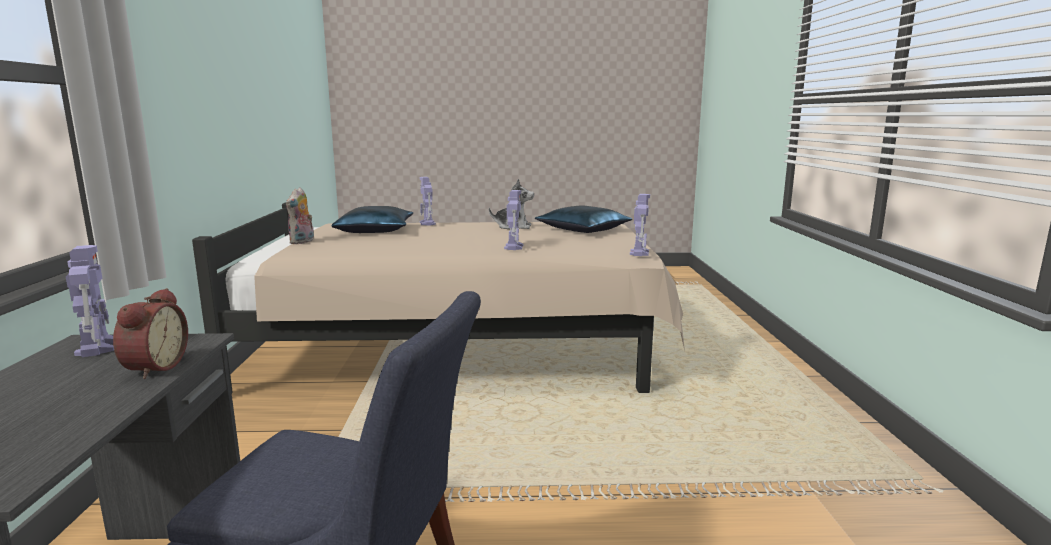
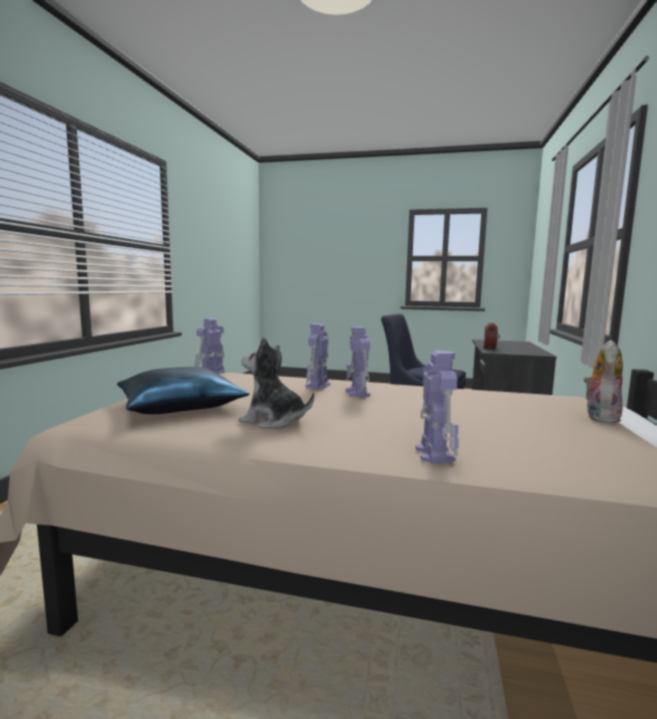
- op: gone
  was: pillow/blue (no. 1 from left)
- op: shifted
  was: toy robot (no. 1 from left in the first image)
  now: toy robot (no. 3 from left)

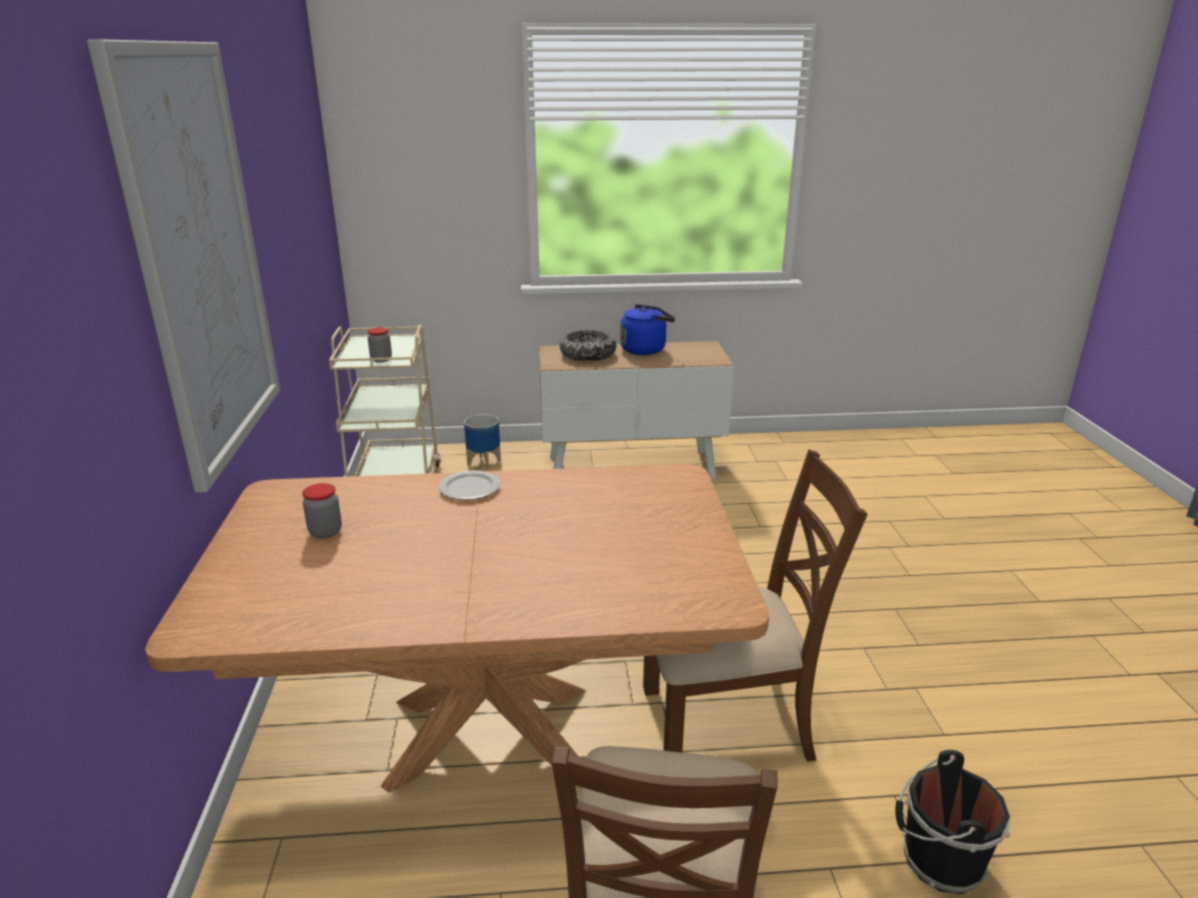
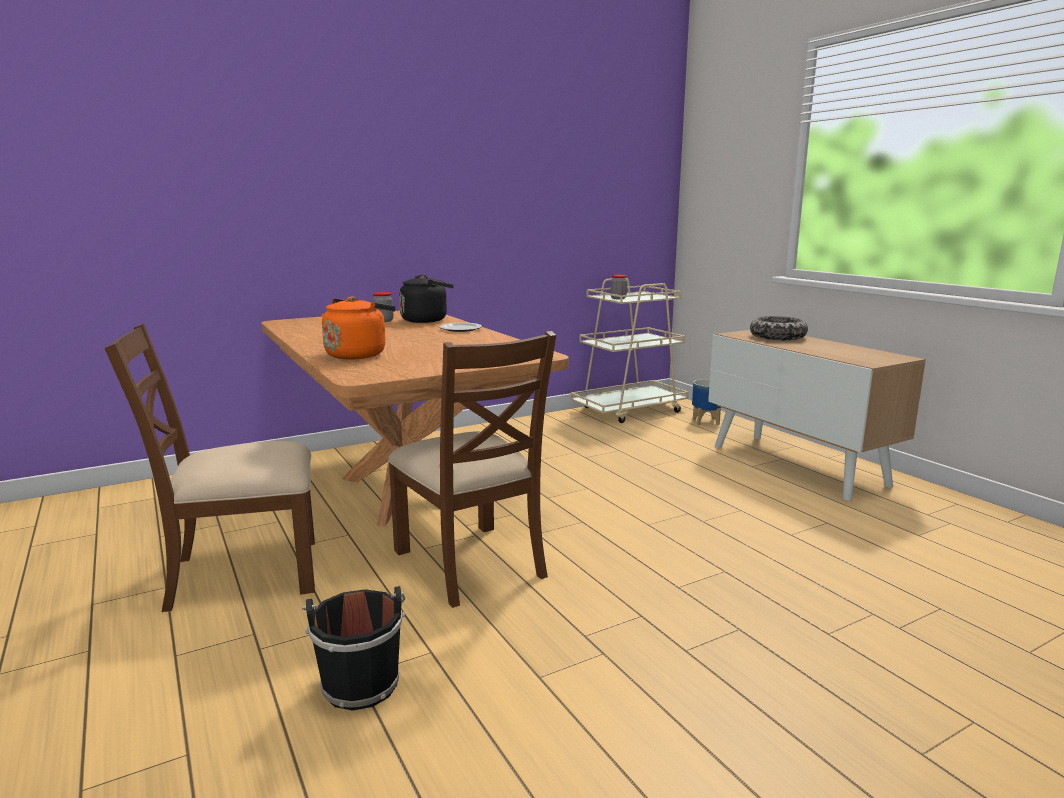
- op: gone
  was: picture
- op: gone
  was: kettle/blue
- op: new
  now: kettle/orange
- op: new
  now: kettle/black

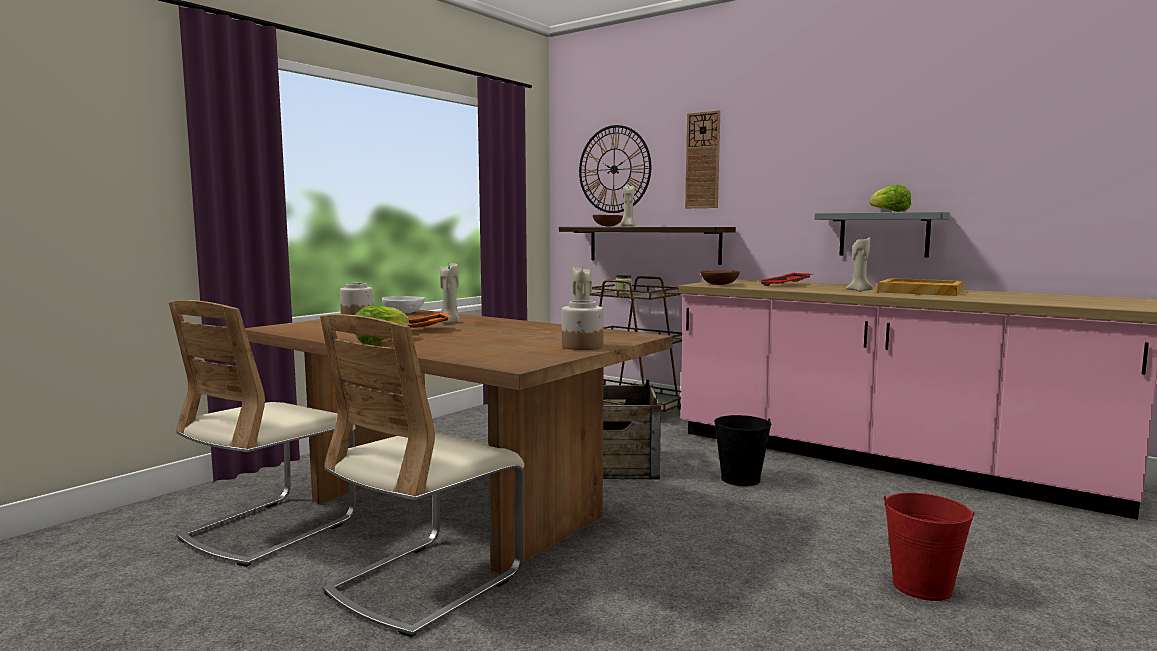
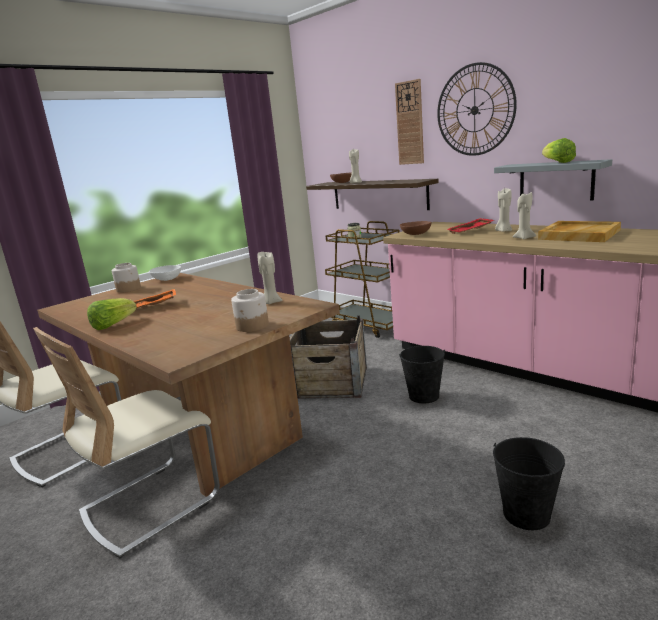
- op: shifted
  was: candle/beige (no. 1 from left in the first image)
  now: candle/beige (no. 3 from left)
- op: shifted
  was: wall clock (no. 1 from left in the first image)
  now: wall clock (no. 2 from left)
- op: repainted
  was: bucket/red
  now: bucket/black (no. 2 from left)

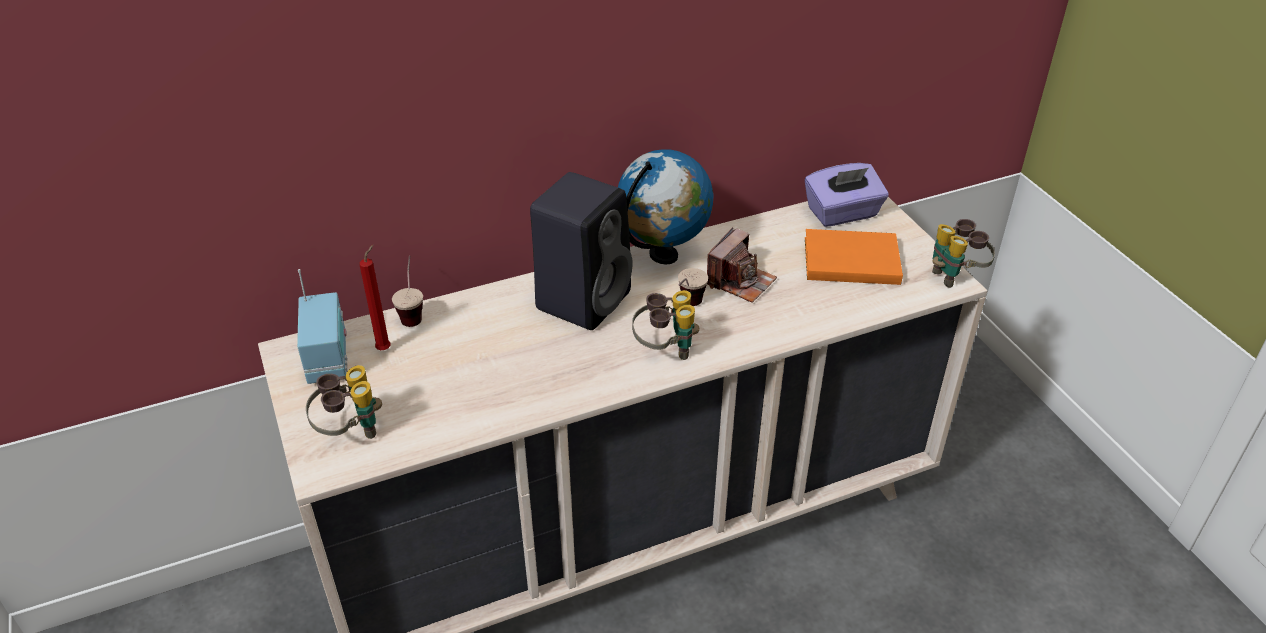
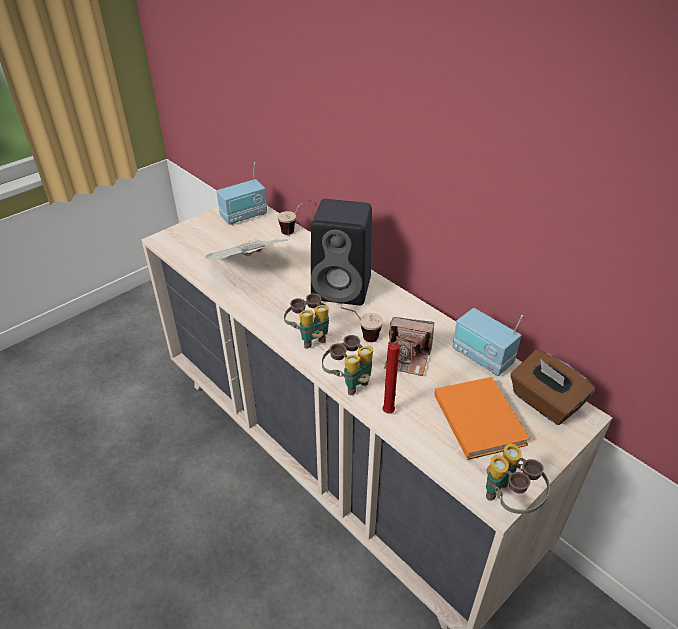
- op: gone
  was: globe
- op: new
  now: newspaper
- op: new
  now: radio (no. 2 from left)
- op: shifted
  was: binoculars (no. 1 from left in the first image)
  now: binoculars (no. 2 from left)
- op: shifted
  was: candle/red
- op: repainted
  was: tissue box/purple
  now: tissue box/brown

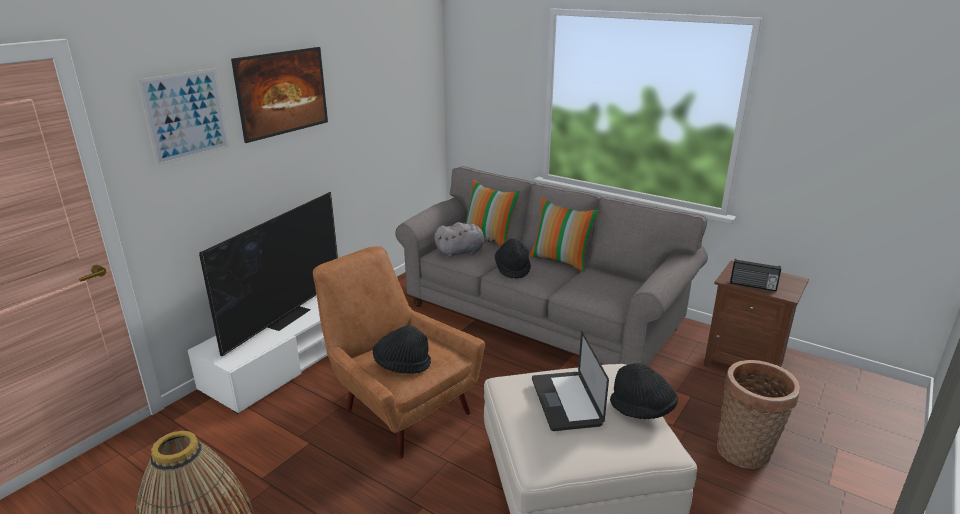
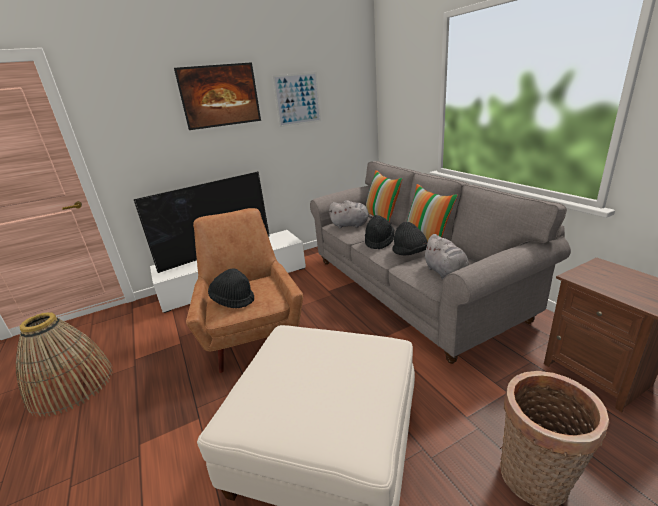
- op: gone
  was: laptop
- op: gone
  was: radio
- op: new
  now: plush toy/grey (no. 2 from left)
- op: shifted
  was: picture (no. 1 from left in the first image)
  now: picture (no. 2 from left)
- op: shifted
  was: hat/black (no. 3 from left)

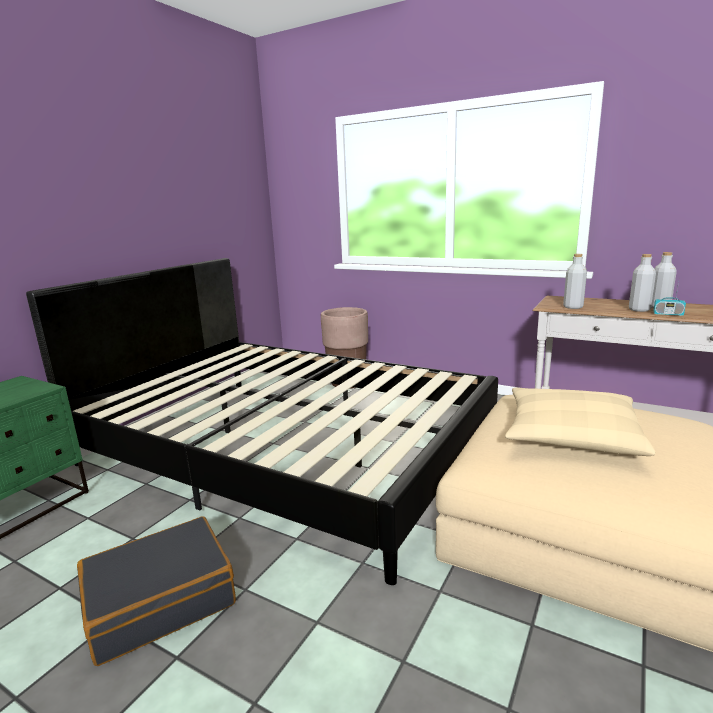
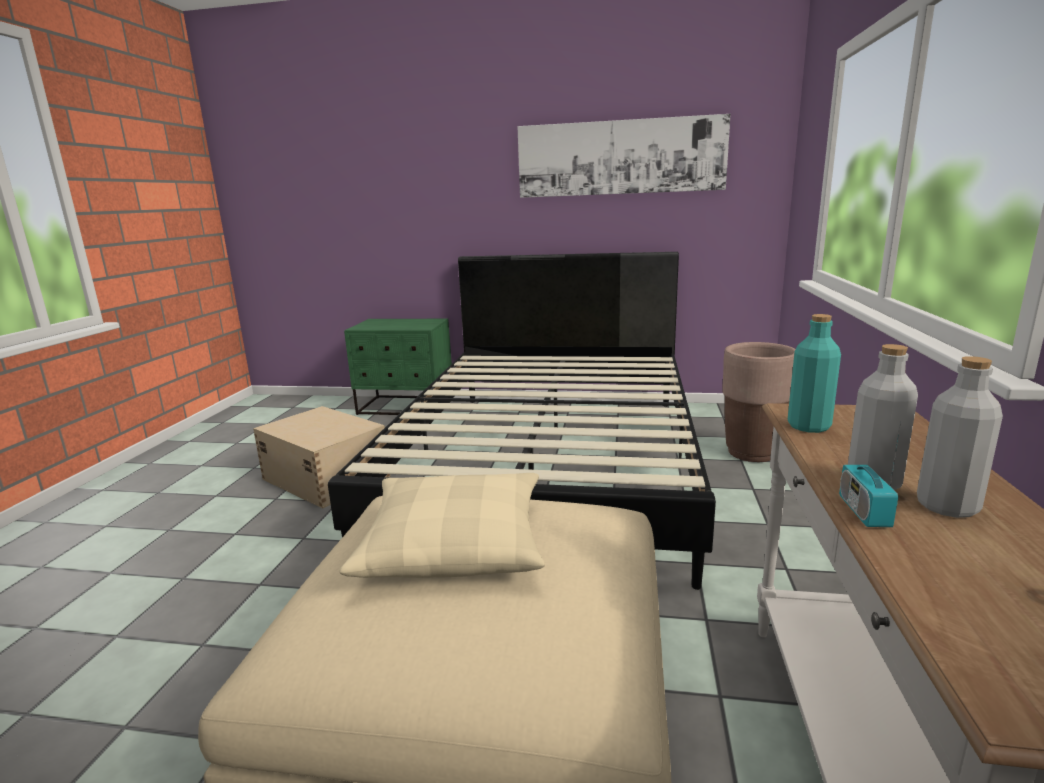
- op: new
  now: picture
- op: swapped
  was: suitcase/black
  now: storage box/beige
- op: repainted
  was: bottle/grey (no. 1 from left)
  now: bottle/turquoise

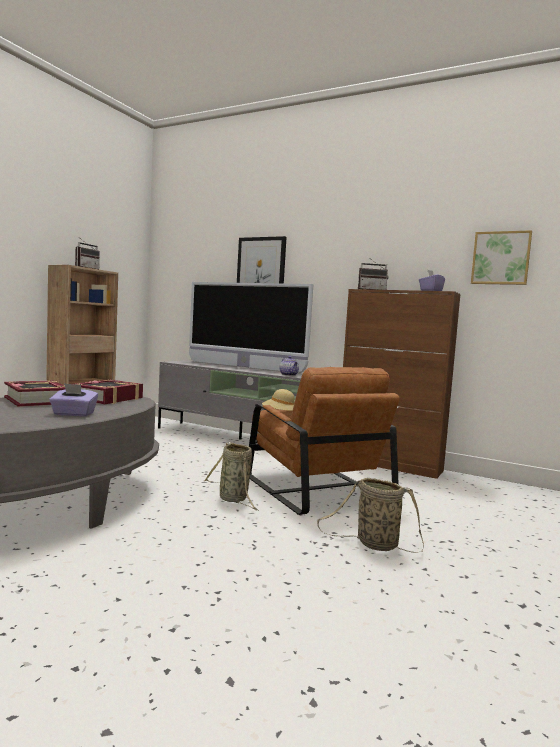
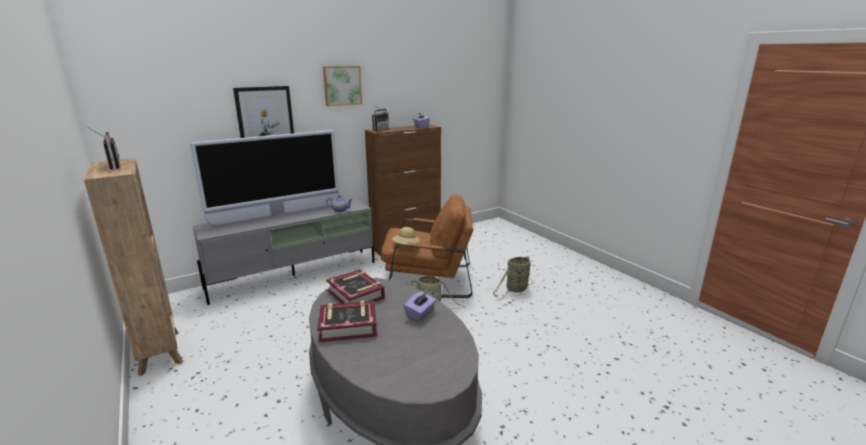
- op: shifted
  was: picture (no. 2 from left)

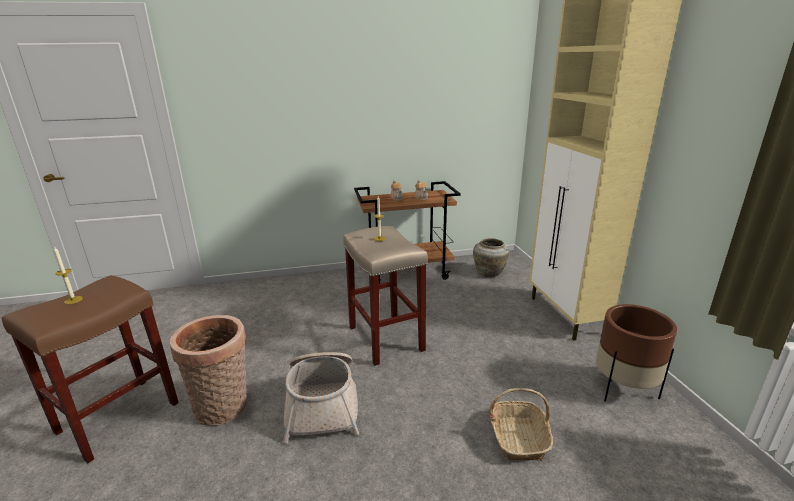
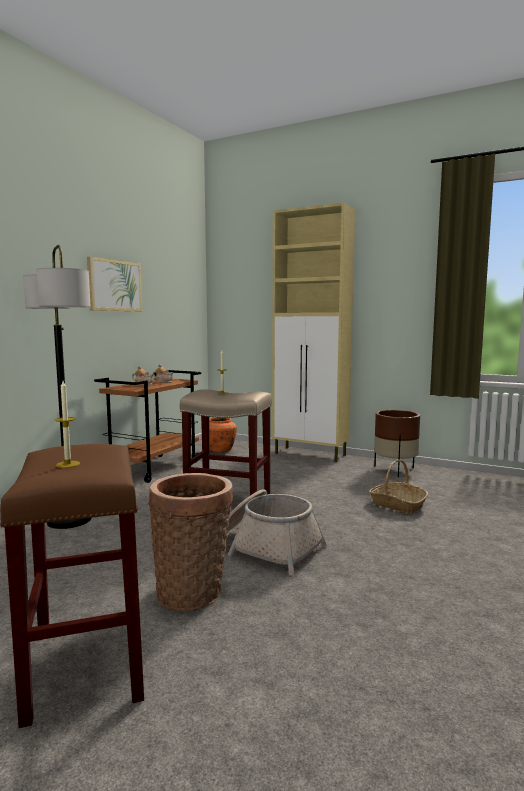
- op: new
  now: floor lamp
- op: new
  now: picture
- op: repainted
  was: vase/beige
  now: vase/orange

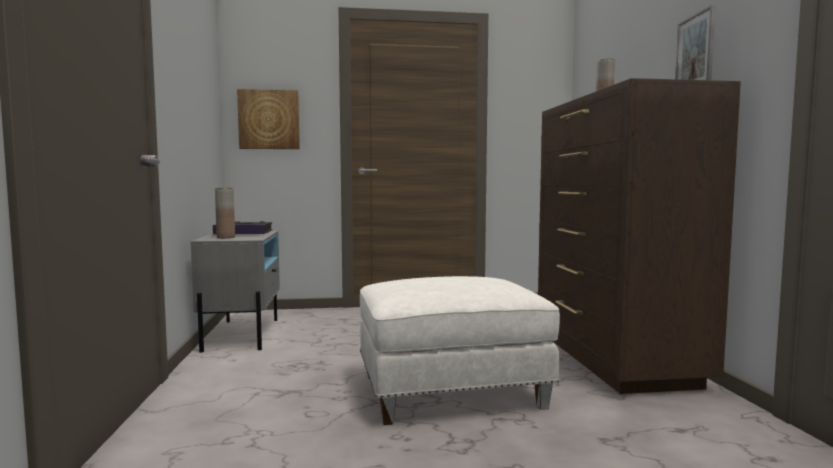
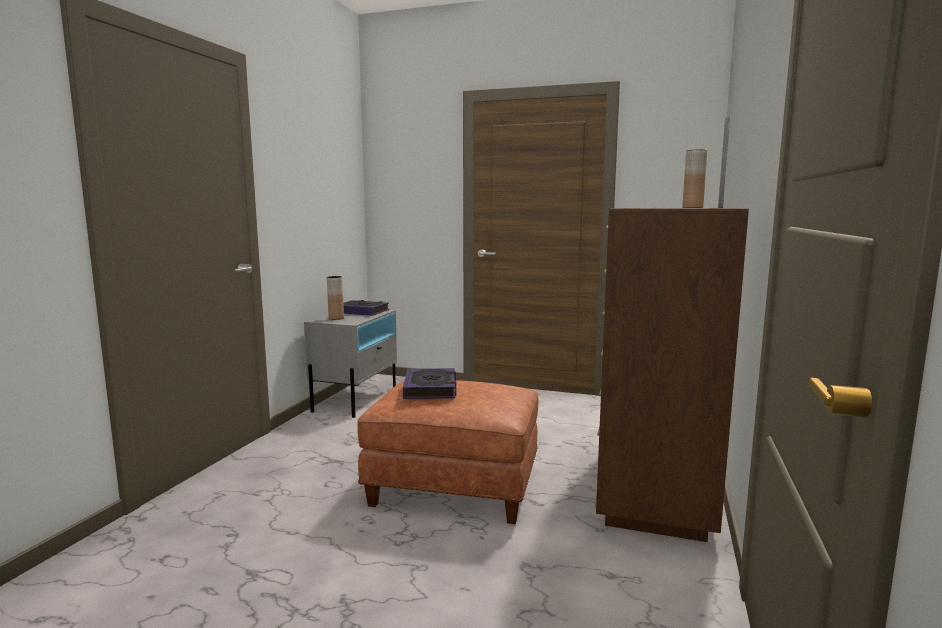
- op: gone
  was: picture
- op: new
  now: book (no. 2 from left)
- op: repainted
  was: ottoman/white
  now: ottoman/brown

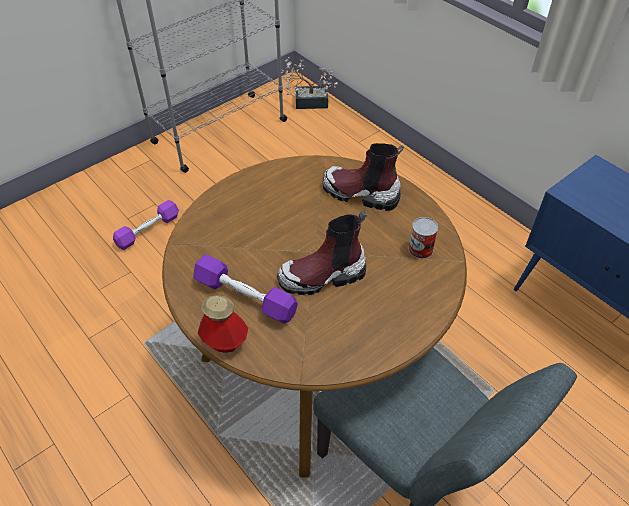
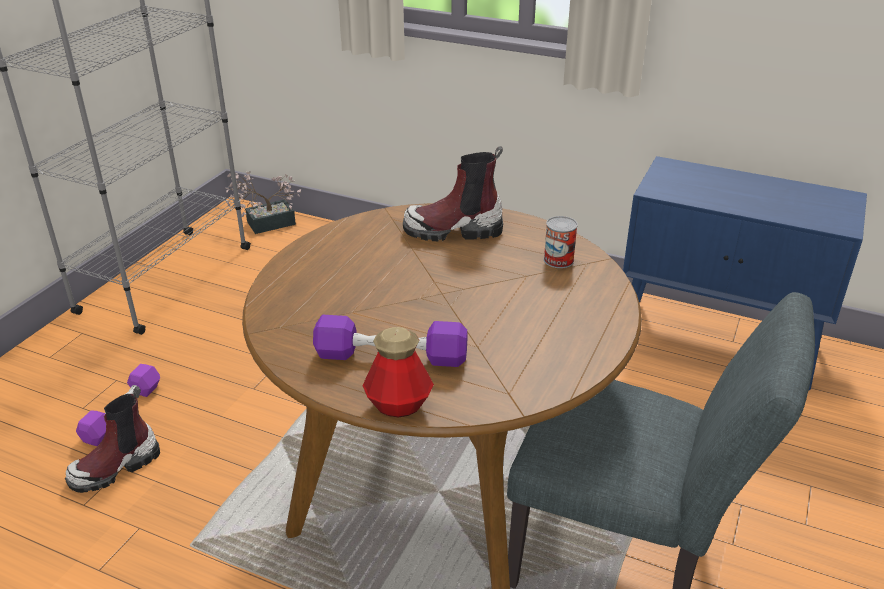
- op: shifted
  was: boot (no. 1 from left)

